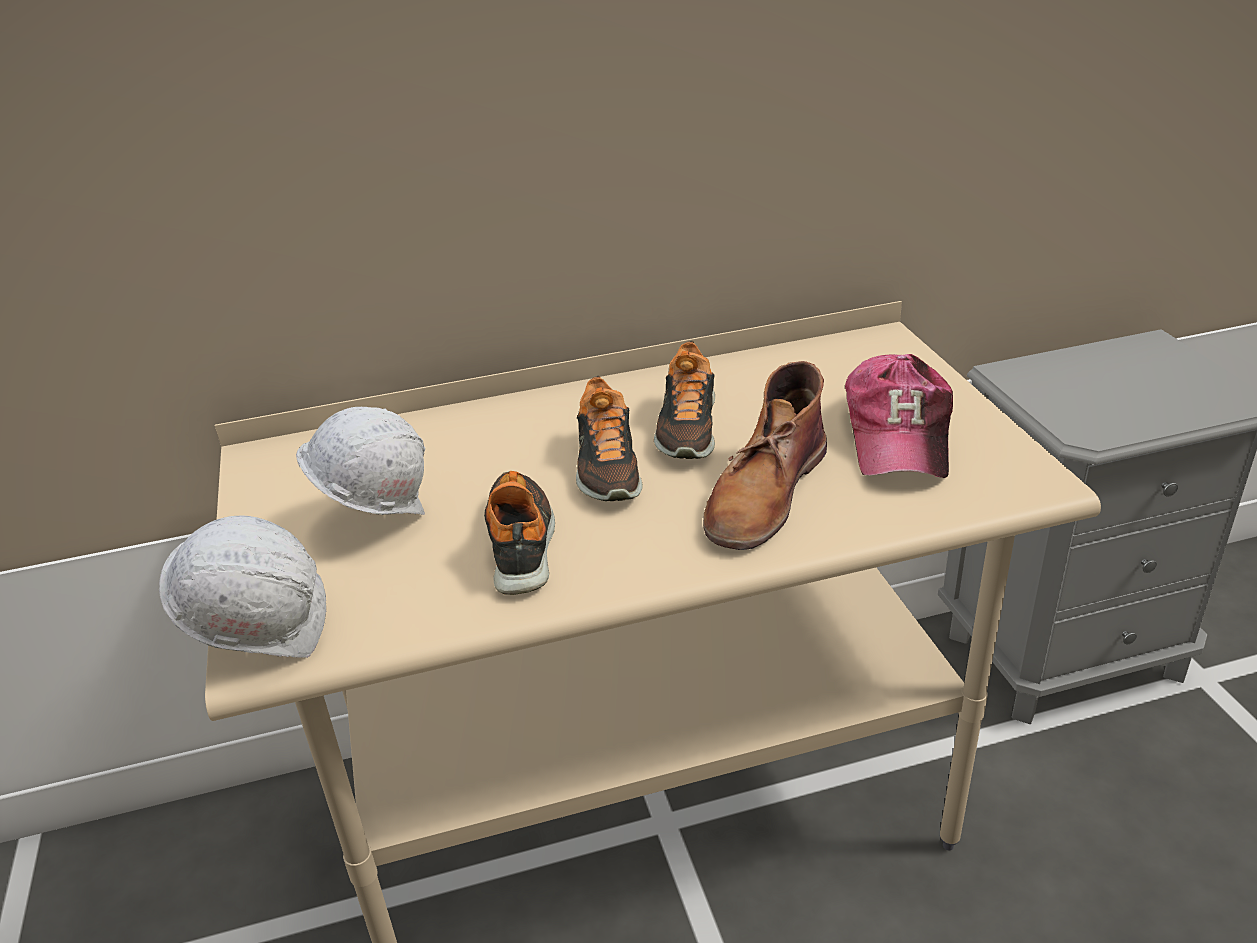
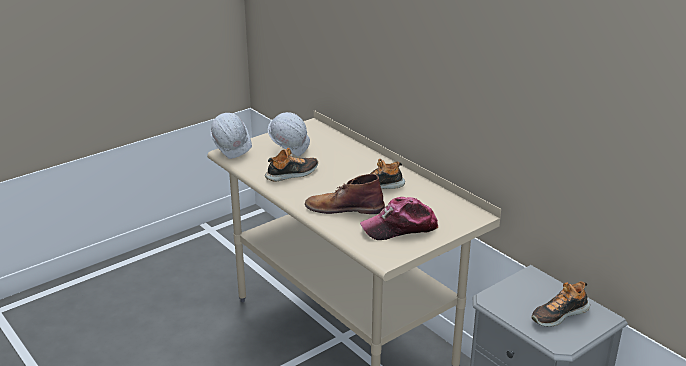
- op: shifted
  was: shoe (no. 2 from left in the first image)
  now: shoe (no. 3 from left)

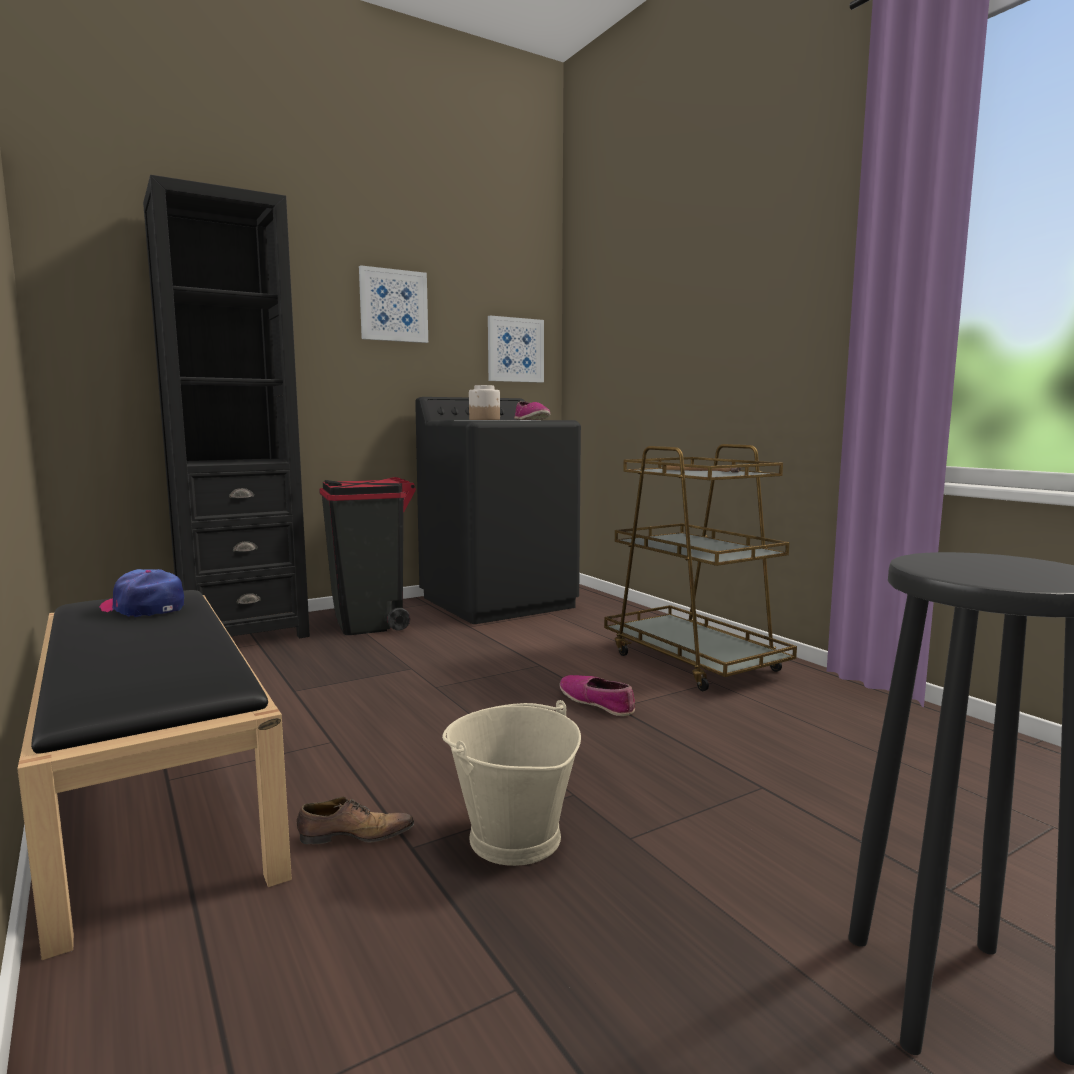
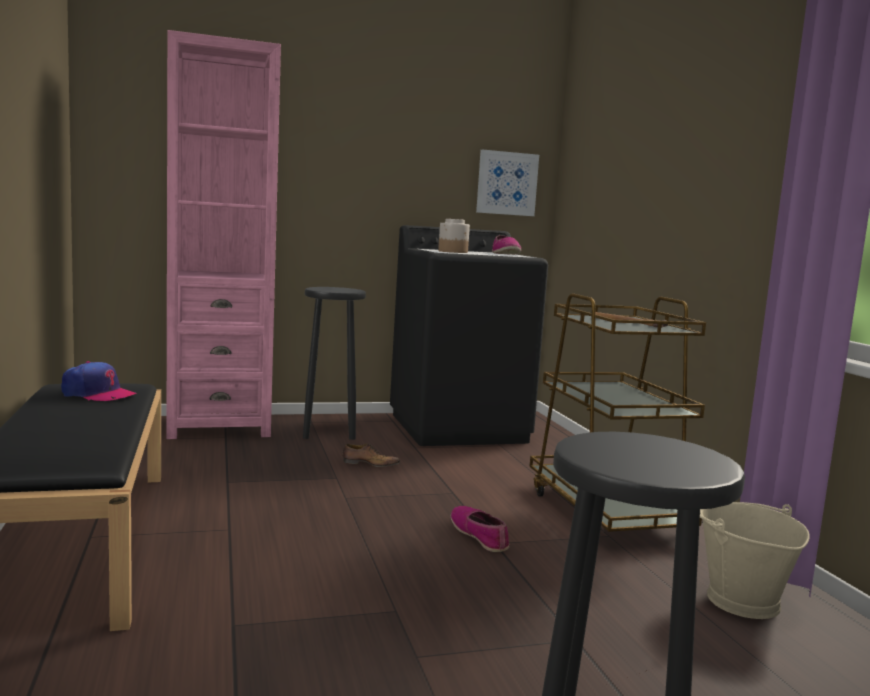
- op: gone
  was: picture (no. 1 from left)
- op: shifted
  was: shoe (no. 1 from left)
- op: shifted
  was: bucket/beige
- op: swapped
  was: trash can/black
  now: stool/black (no. 1 from left)
- op: repainted
  was: bookcase/black
  now: bookcase/pink
- op: rotated
  was: cap
  clockwise: 150

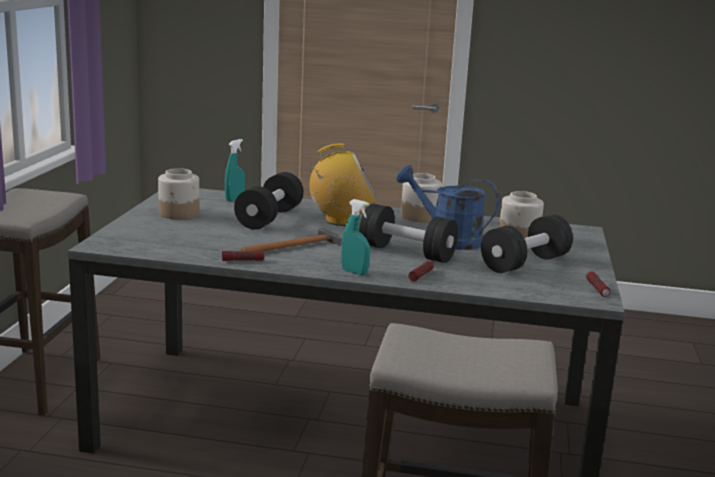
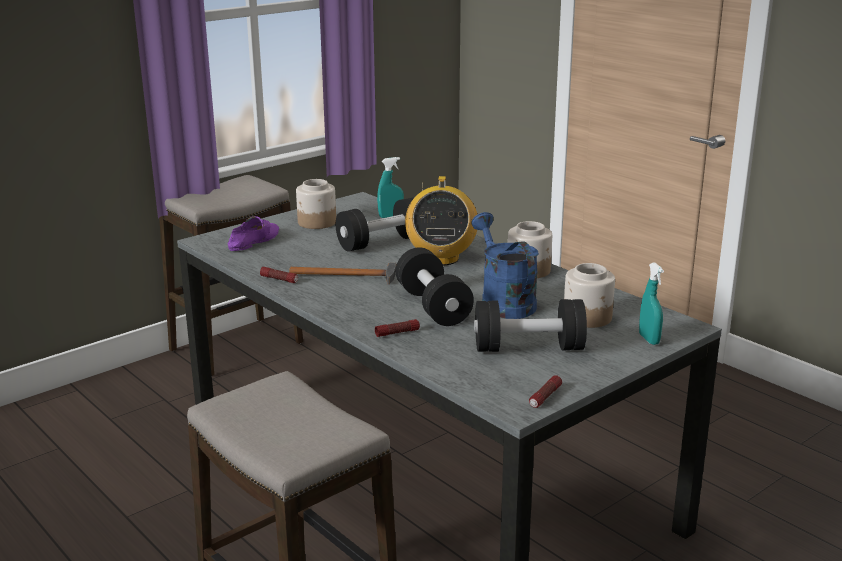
- op: new
  now: shoe/purple
- op: shifted
  was: spray bottle/turquoise (no. 2 from left)
- op: rotated
  was: radio
  clockwise: 60

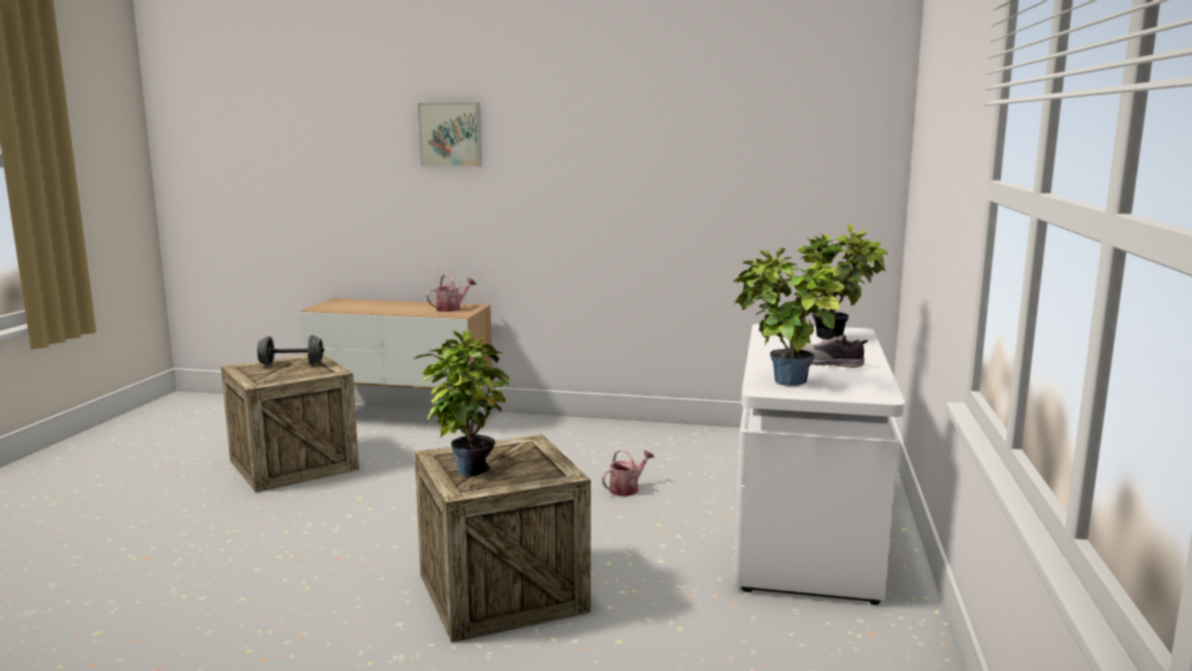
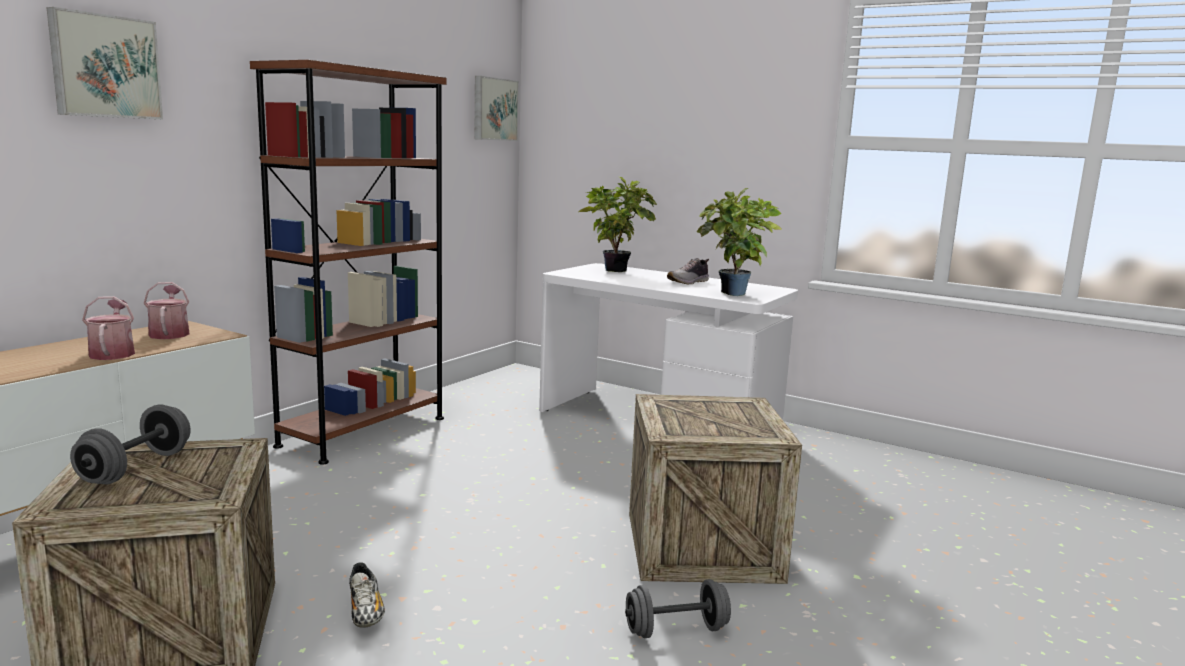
- op: gone
  was: potted plant (no. 1 from left)
- op: new
  now: bookcase/brown
- op: new
  now: shoe (no. 1 from left)
- op: new
  now: picture (no. 2 from left)
- op: new
  now: dumbbell/grey (no. 2 from left)
- op: shifted
  was: watering can (no. 2 from left in the first image)
  now: watering can (no. 1 from left)

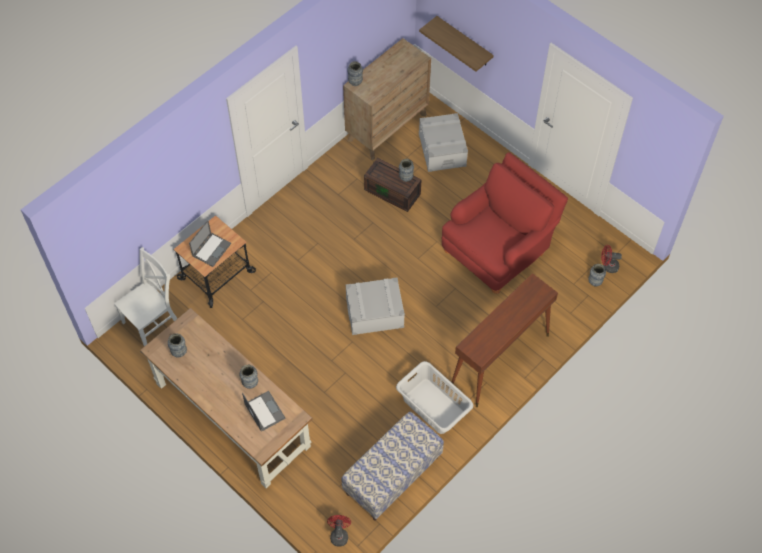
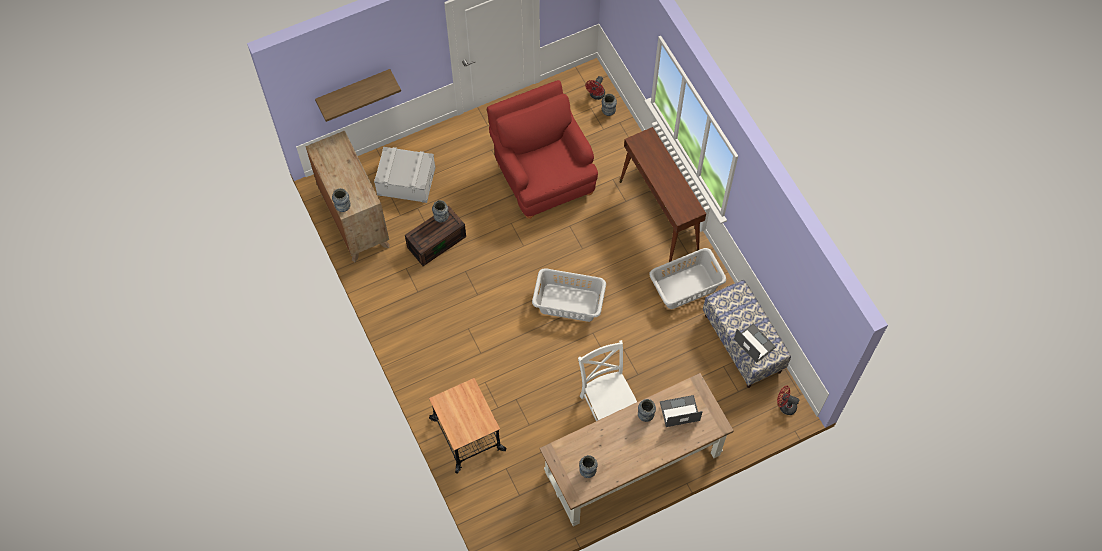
- op: shifted
  was: chair/white
- op: shifted
  was: laptop (no. 1 from left in the first image)
  now: laptop (no. 2 from left)
- op: swapped
  was: storage box/grey (no. 1 from left)
  now: laundry basket/grey (no. 1 from left)

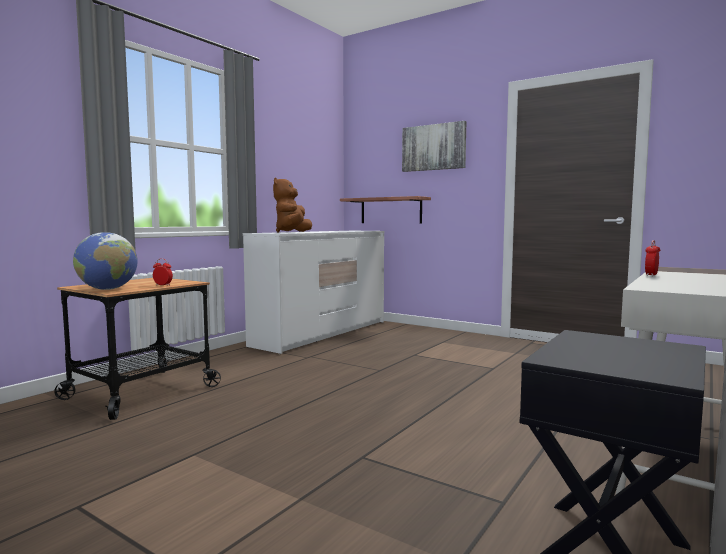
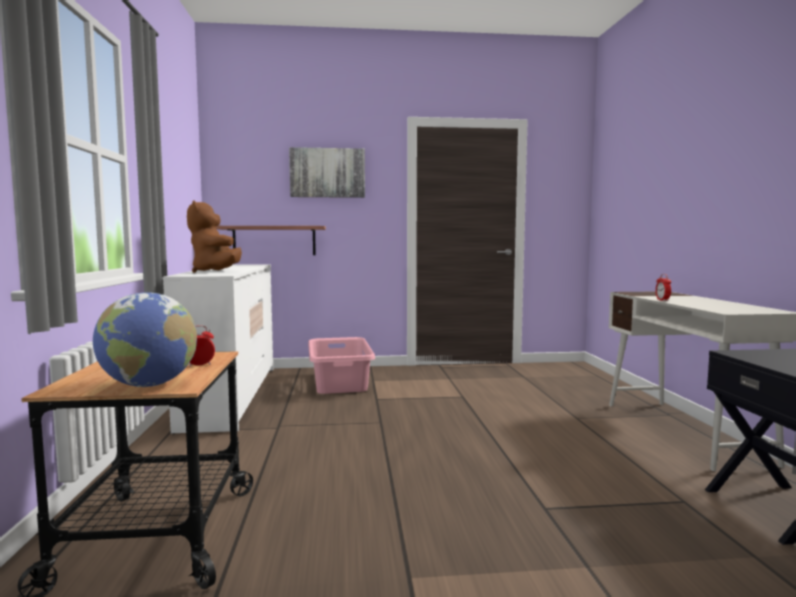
- op: new
  now: laundry basket/pink

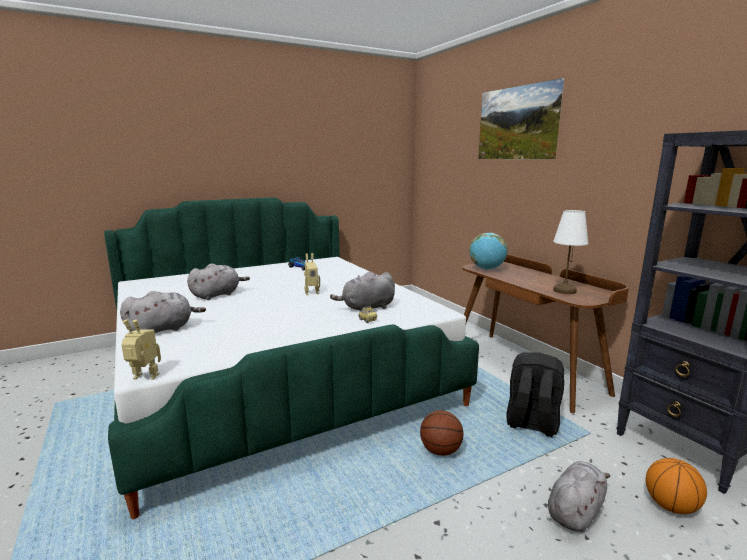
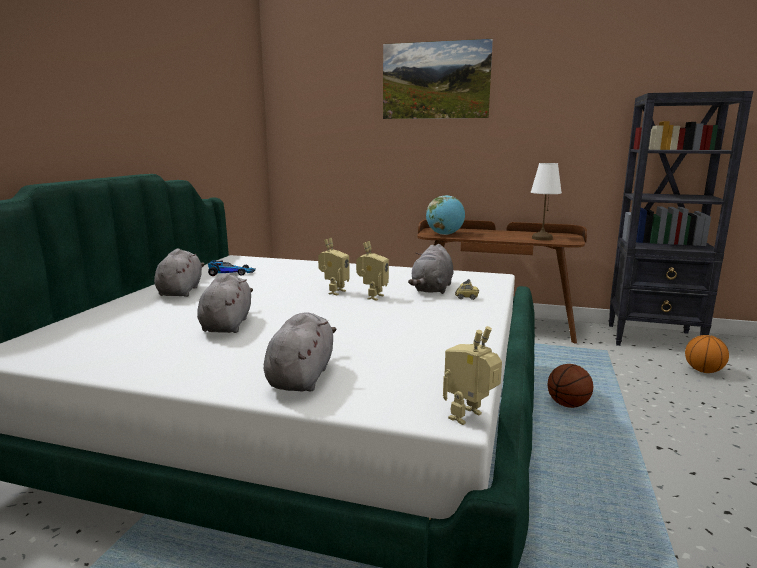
- op: gone
  was: backpack/black
- op: new
  now: toy robot (no. 2 from left)
- op: shifted
  was: plush toy/grey (no. 4 from left in the first image)
  now: plush toy/grey (no. 1 from left)

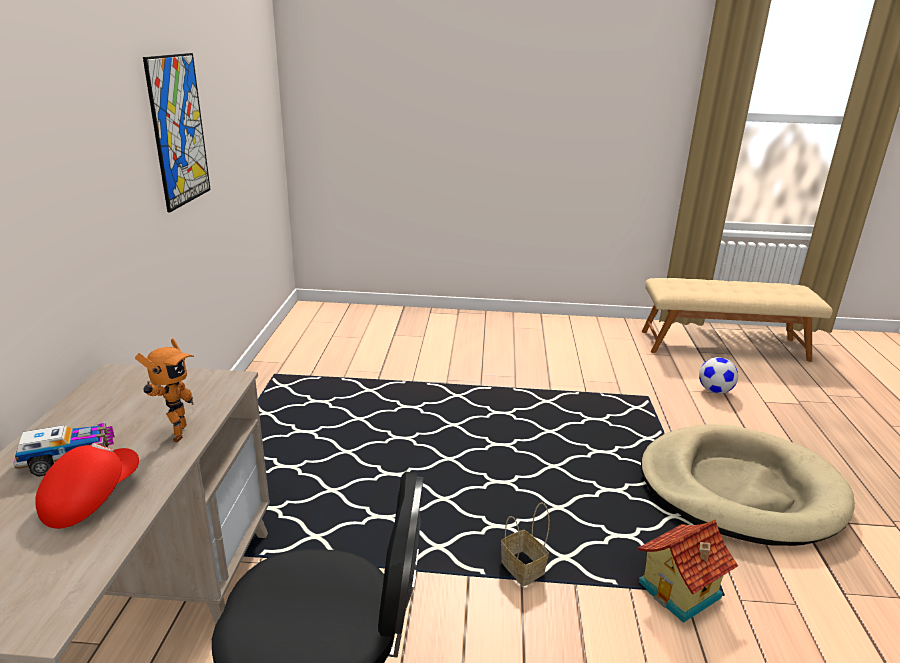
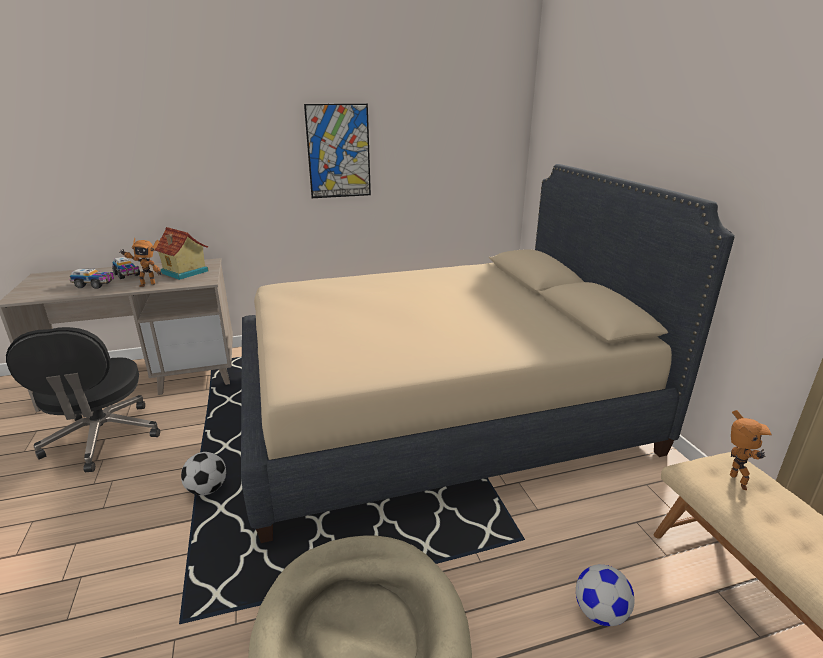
- op: new
  now: bed/beige
- op: new
  now: toy robot (no. 2 from left)
- op: shifted
  was: toy house
- op: swapped
  was: cap/red
  now: toy truck (no. 1 from left)
- op: swapped
  was: basket
  now: football (no. 1 from left)

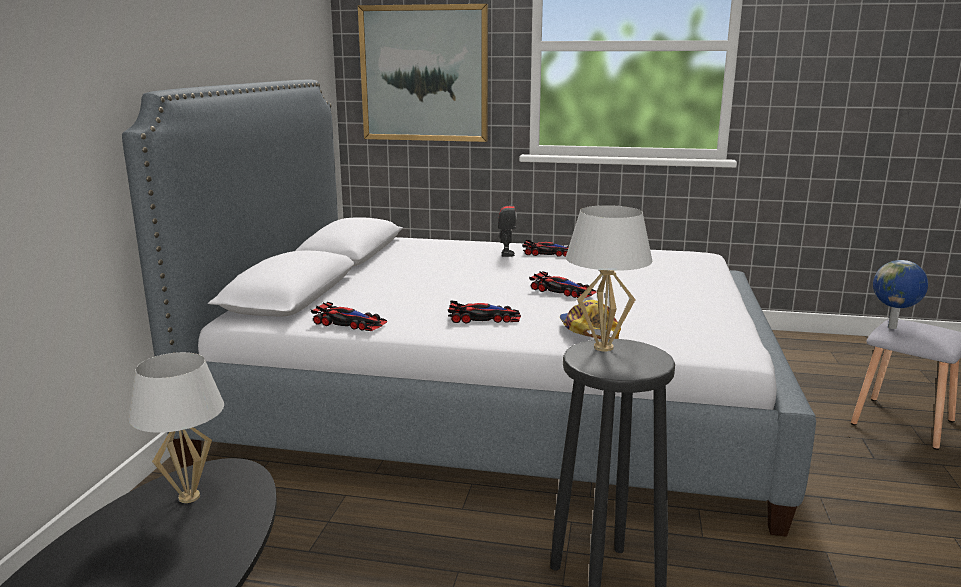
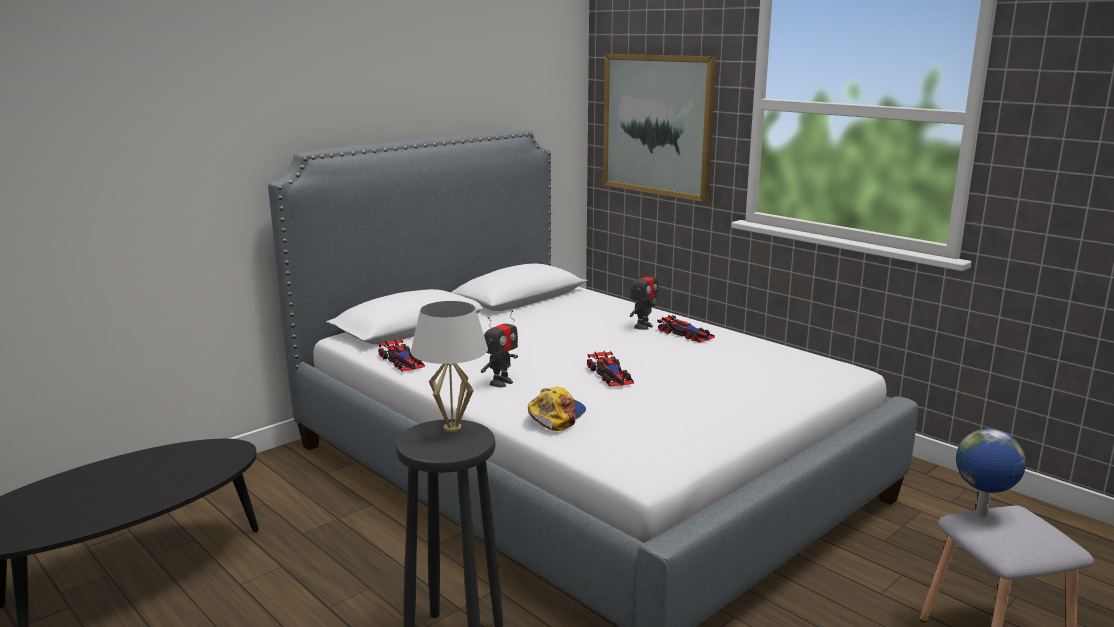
- op: gone
  was: table lamp/white (no. 1 from left)
- op: swapped
  was: toy car (no. 2 from left)
  now: toy robot (no. 1 from left)

